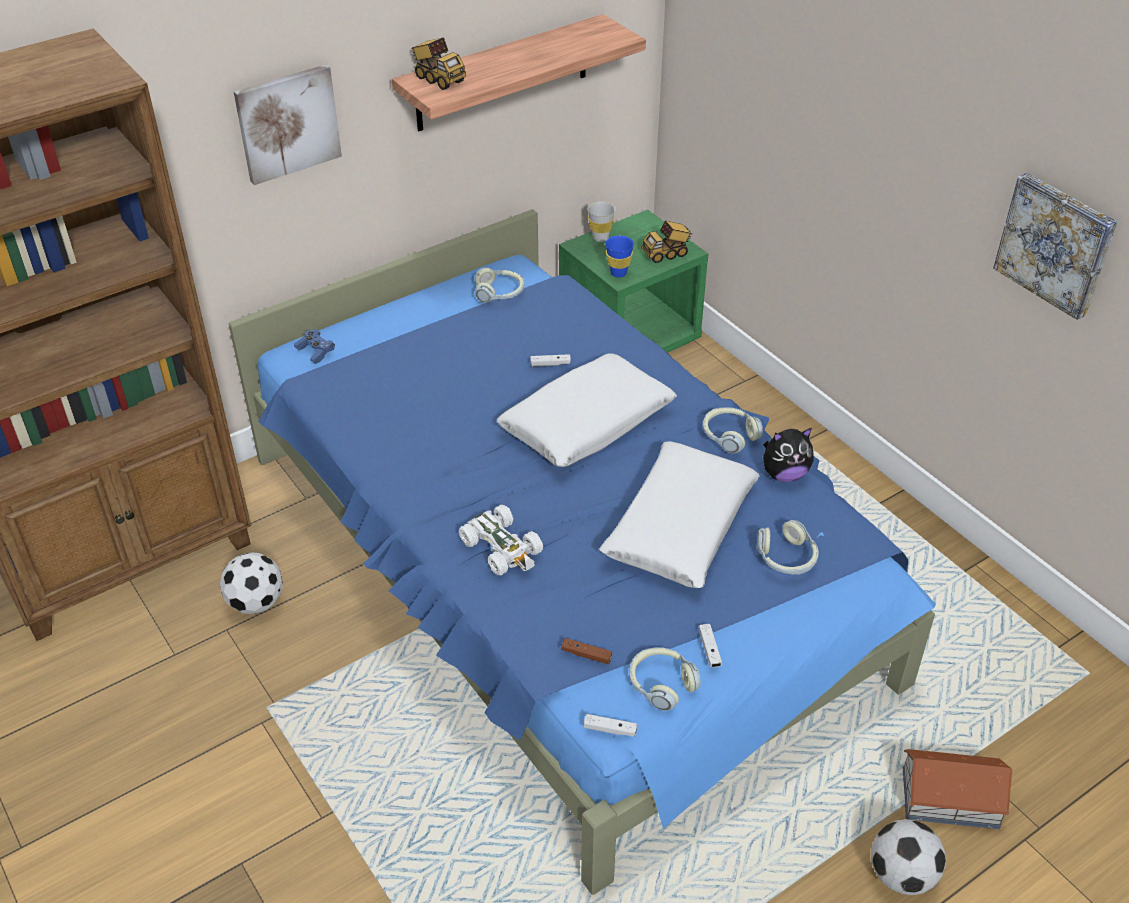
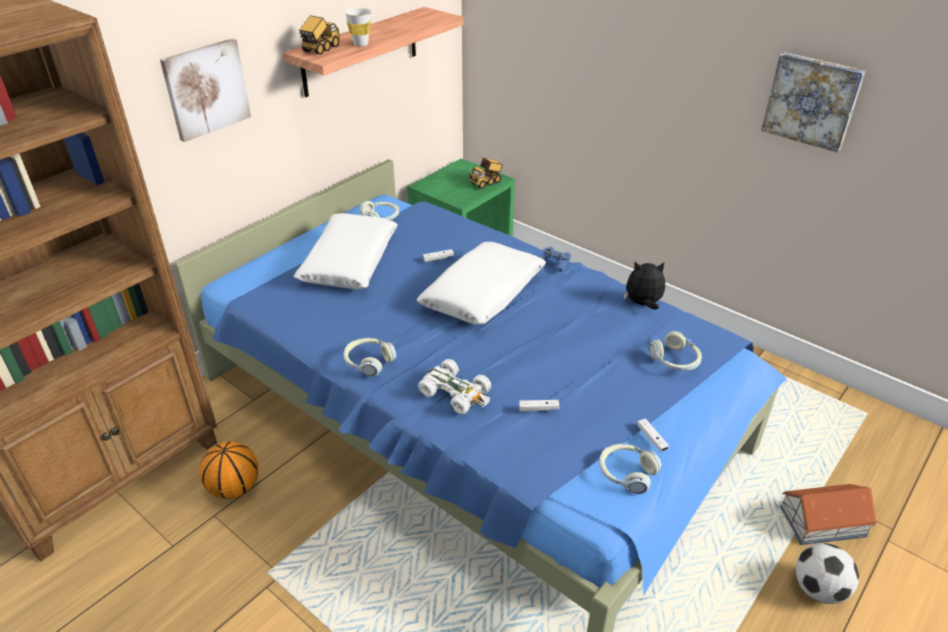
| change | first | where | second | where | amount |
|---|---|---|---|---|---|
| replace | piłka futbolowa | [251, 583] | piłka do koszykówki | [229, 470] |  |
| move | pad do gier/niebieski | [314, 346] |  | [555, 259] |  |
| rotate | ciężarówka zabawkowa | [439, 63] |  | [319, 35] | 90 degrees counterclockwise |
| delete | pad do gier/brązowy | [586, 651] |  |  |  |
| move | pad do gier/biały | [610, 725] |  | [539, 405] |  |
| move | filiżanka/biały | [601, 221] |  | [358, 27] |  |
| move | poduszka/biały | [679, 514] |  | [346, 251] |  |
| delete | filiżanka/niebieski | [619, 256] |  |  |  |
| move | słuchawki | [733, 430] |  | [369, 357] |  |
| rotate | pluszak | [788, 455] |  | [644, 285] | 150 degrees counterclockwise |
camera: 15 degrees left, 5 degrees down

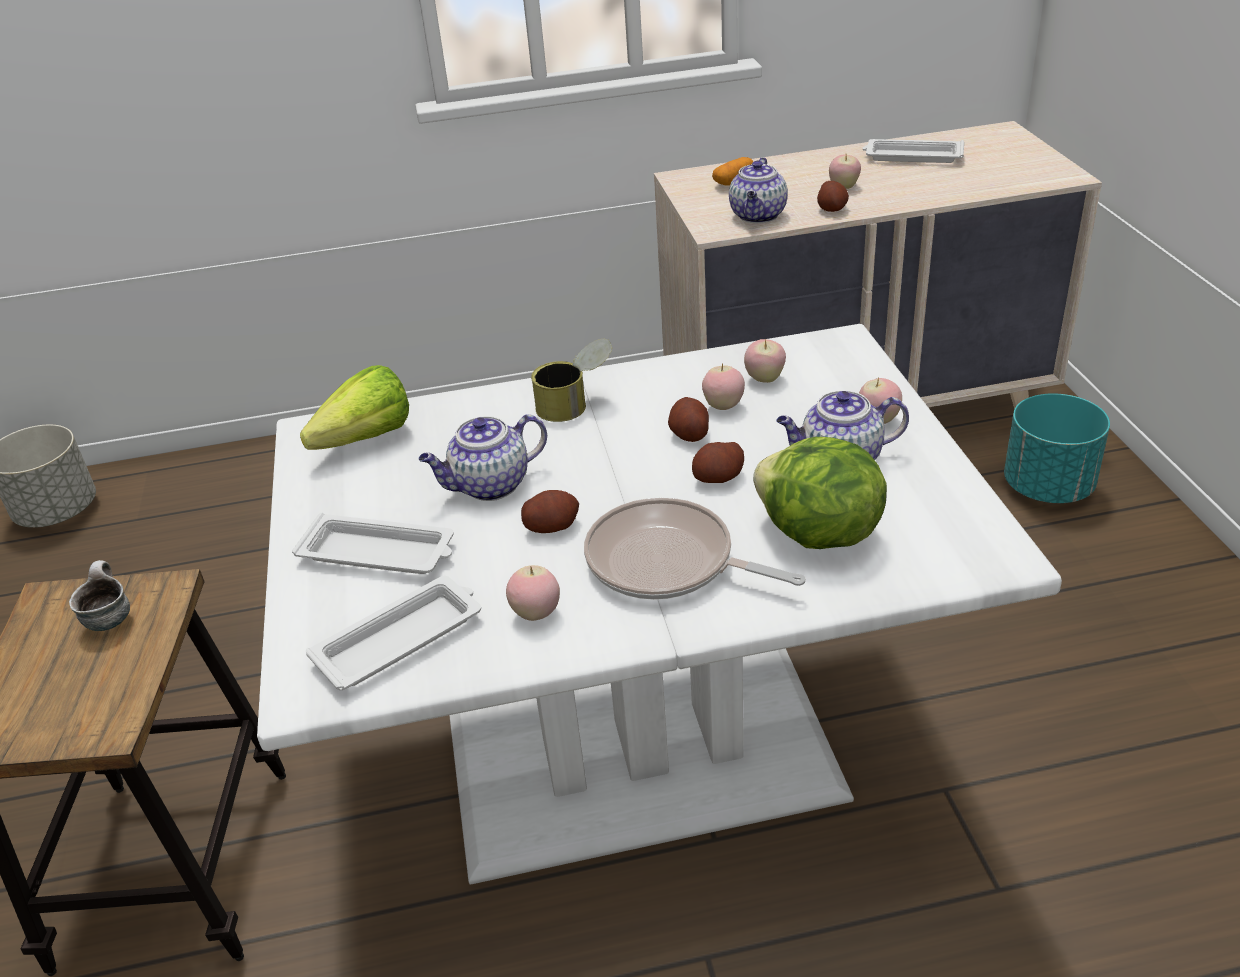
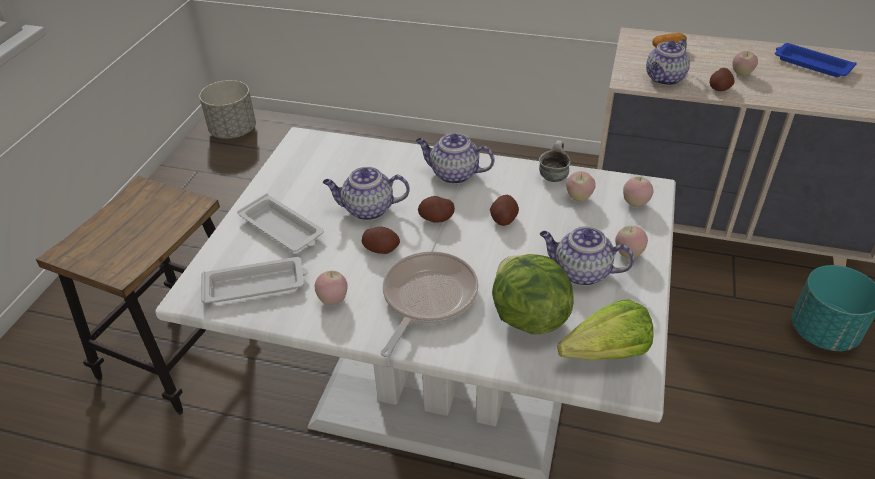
| change | first | where | second | where | amount |
|---|---|---|---|---|---|
| move | kubek | [99, 595] |  | [555, 161] |  |
| move | sałata | [354, 407] |  | [606, 329] |  |
| replace | puszka | [571, 380] | imbryk | [455, 158] |  |
| rotate | patelnia | [695, 548] |  | [429, 304] | 60 degrees clockwise |
| move | ziemniak | [718, 462] |  | [436, 209] |  |
| move | jabłko | [723, 386] |  | [638, 192] |  |
| recolor | taca/biały | [913, 151] | taca/niebieski | [816, 60] |  |
camera: 25 degrees right, 5 degrees up

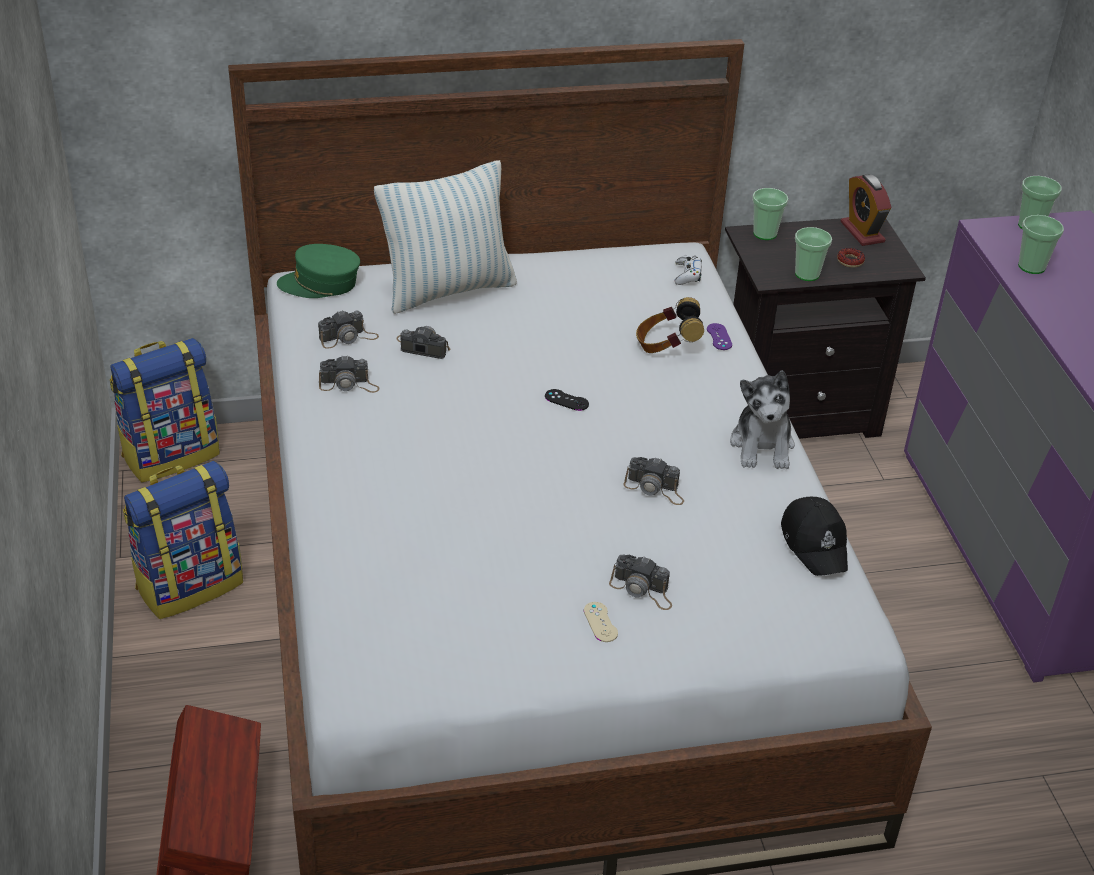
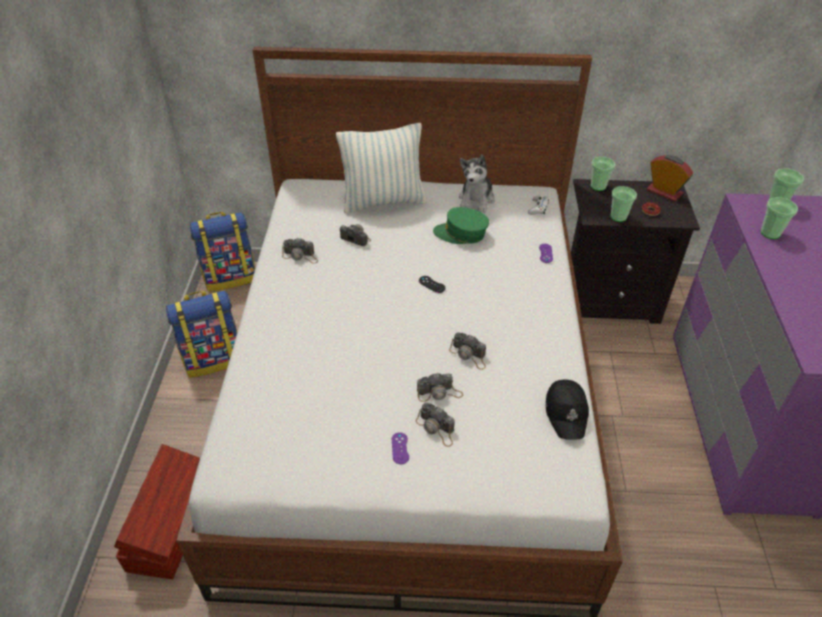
| change | first | where | second | where | amount |
|---|---|---|---|---|---|
| move | czapka z daszkiem/zielony | [318, 271] |  | [461, 225] |  |
| move | aparat fotograficzny | [348, 329] |  | [440, 387] |  |
| recolor | pad do gier/beżowy | [601, 622] | pad do gier/fioletowy | [400, 448] |  |
| delete | słuchawki | [670, 325] |  |  |  |
| move | pluszak | [762, 419] |  | [477, 184] |  |
| rotate | budzik | [865, 210] |  | [670, 178] | 135 degrees clockwise |
camera: 15 degrees right, 5 degrees up

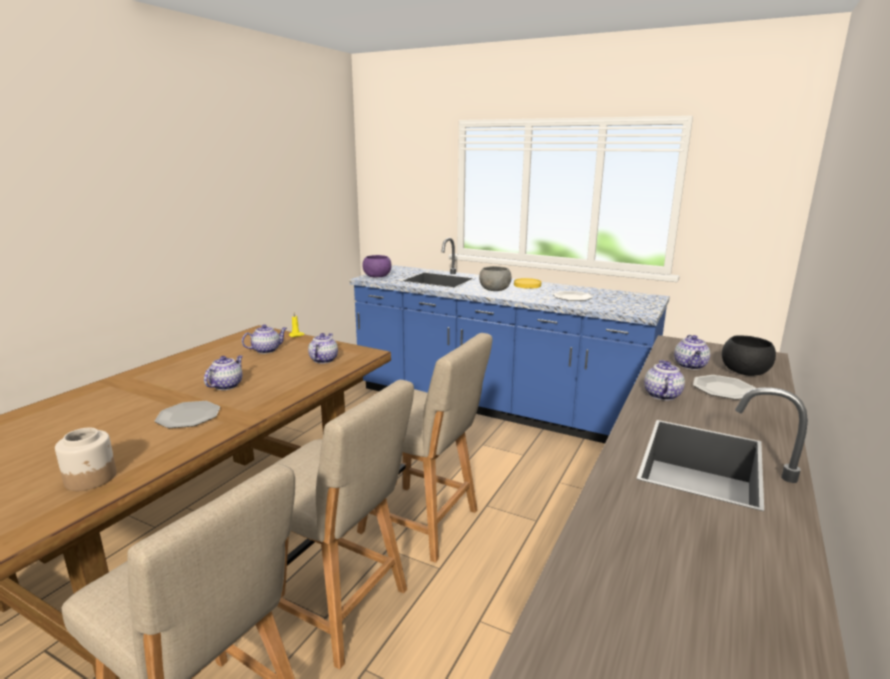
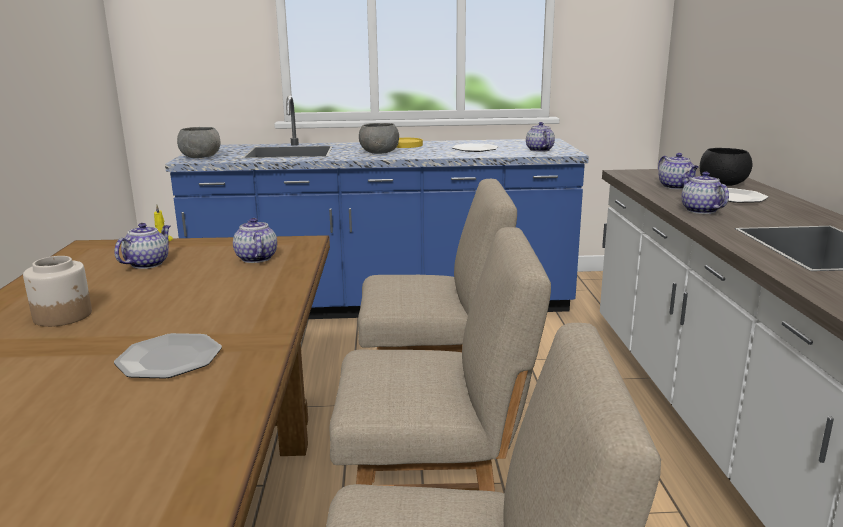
| change | first | where | second | where | amount |
|---|---|---|---|---|---|
| move | słoik | [86, 459] |  | [57, 291] |  |
| move | imbryk | [223, 372] |  | [540, 137] |  |
| recolor | miska/fioletowy | [376, 266] | miska/szary | [199, 142] |  |
camera: 30 degrees left, 0 degrees up

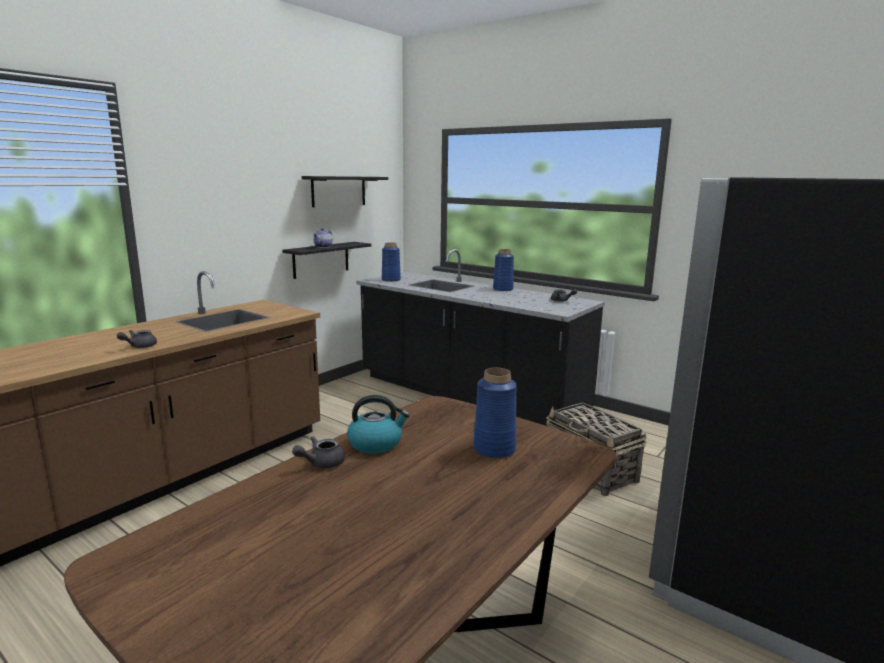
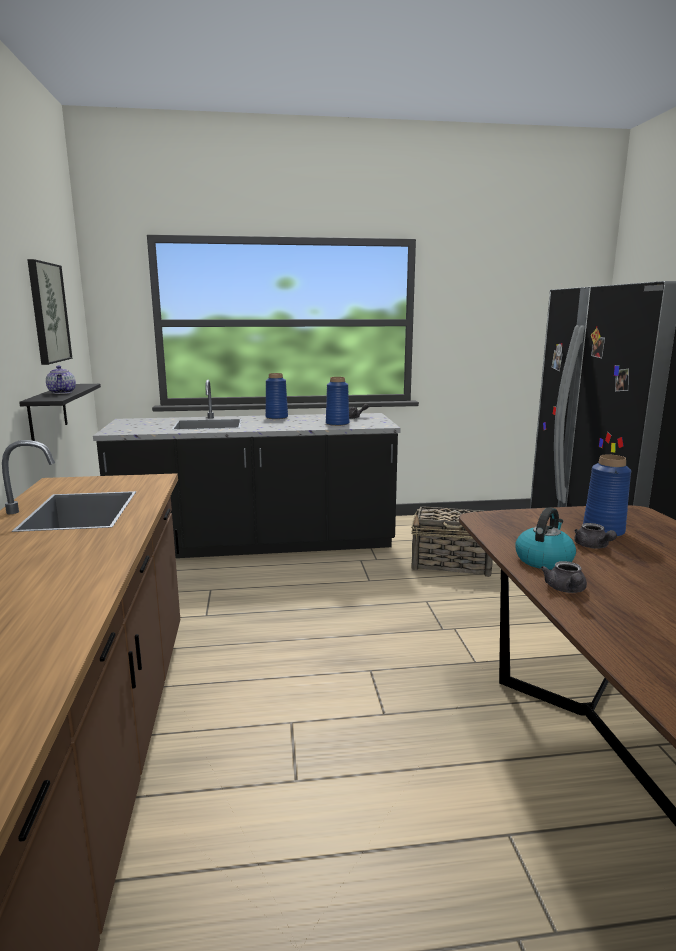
| change | first | where | second | where | amount |
|---|---|---|---|---|---|
| move | imbryk/szary | [137, 339] |  | [595, 536] |  |
| replace | półka/czarny | [345, 191] | obraz | [49, 312] |  |
| move | wazon/niebieski | [391, 262] |  | [337, 401] |  |
camera: 45 degrees left, 0 degrees up

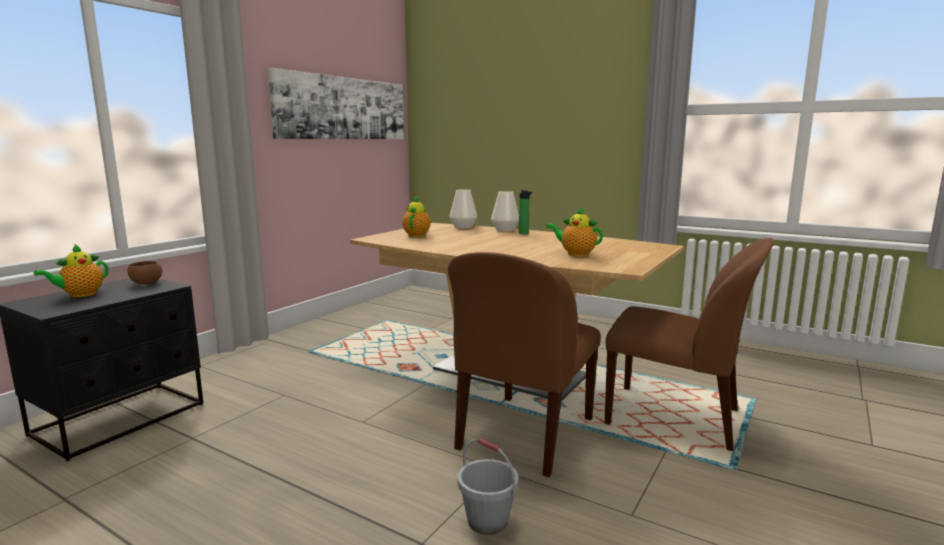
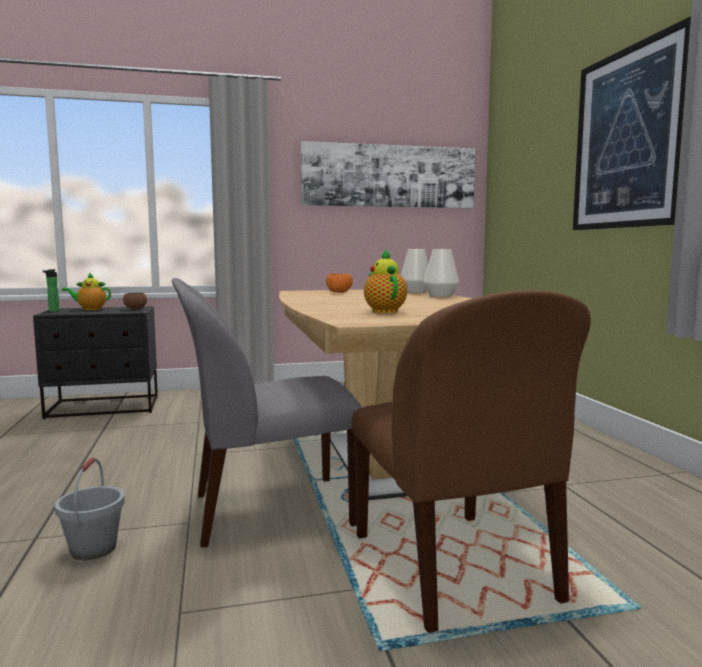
| change | first | where | second | where | amount |
|---|---|---|---|---|---|
| replace | imbryk | [416, 216] | miska/pomarańczowy | [339, 283] |  |
| recolor | krzesło/brązowy | [524, 364] | krzesło/szary | [267, 412] |  |
| move | butelka | [525, 212] |  | [51, 290] |  |
| insert |  |  | obraz | [632, 123] |  |
camera: 45 degrees right, 5 degrees down

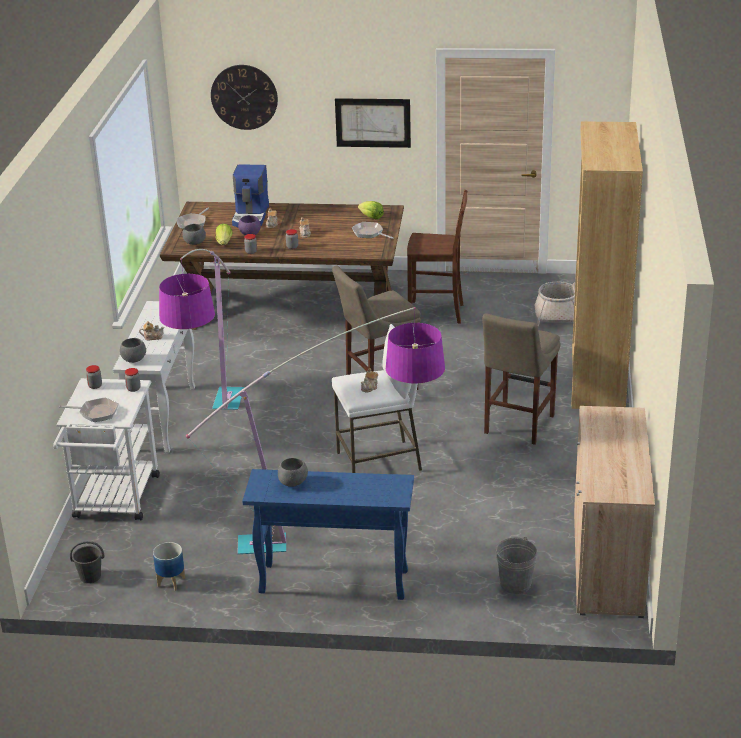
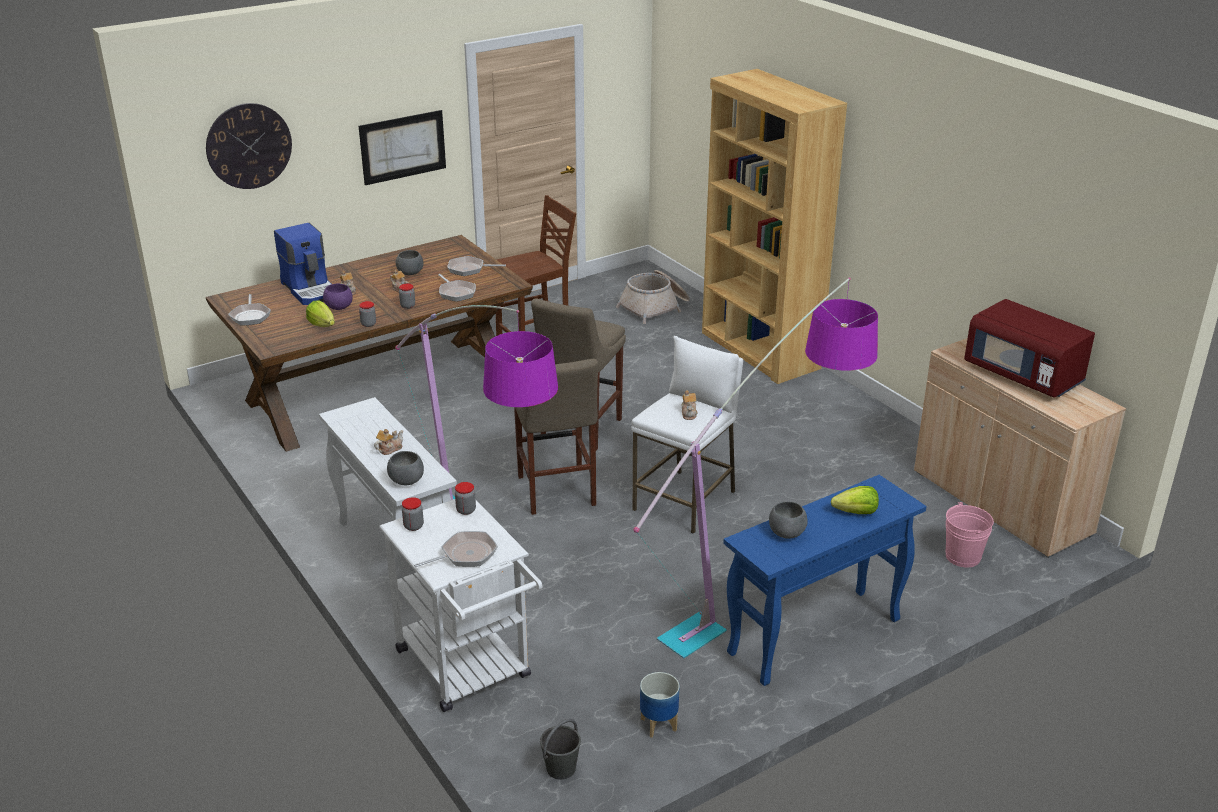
| change | first | where | second | where | amount |
|---|---|---|---|---|---|
| move | miska/szary | [194, 234] |  | [409, 262] |  |
| move | sałata | [371, 210] |  | [855, 500] |  |
| move | stołek/beżowy | [521, 379] |  | [556, 437] |  |
| recolor | wiadro/szary | [516, 565] | wiadro/różowy | [969, 535] |  |
| insert |  |  | patelnia | [457, 288] |  |
| insert |  |  | mikrofalówka/czerwony | [1029, 348] |  |
camera: 40 degrees left, 0 degrees up

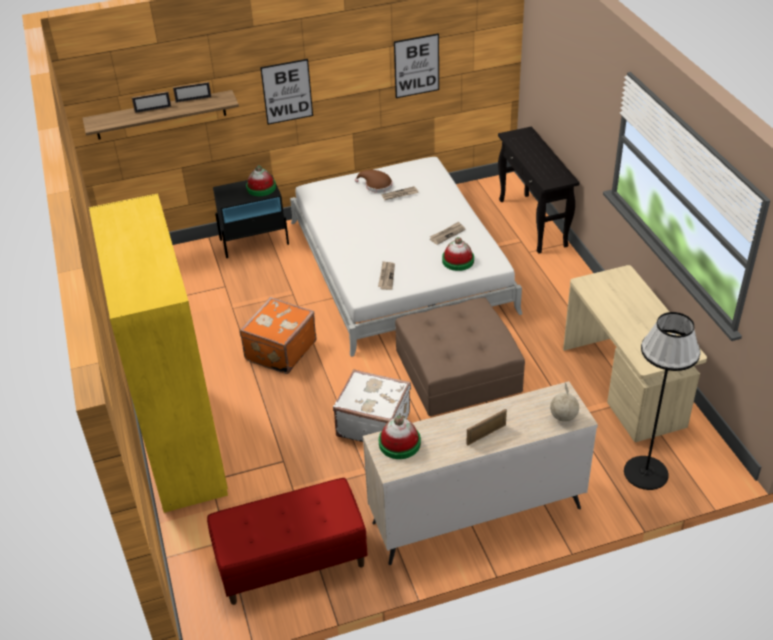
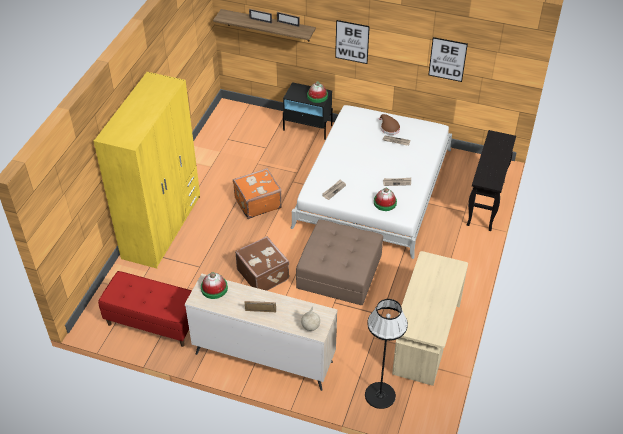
| change | first | where | second | where | amount |
|---|---|---|---|---|---|
| recolor | walizka/biały | [372, 405] | walizka/brązowy | [262, 263] |  |
camera: 35 degrees right, 5 degrees up

